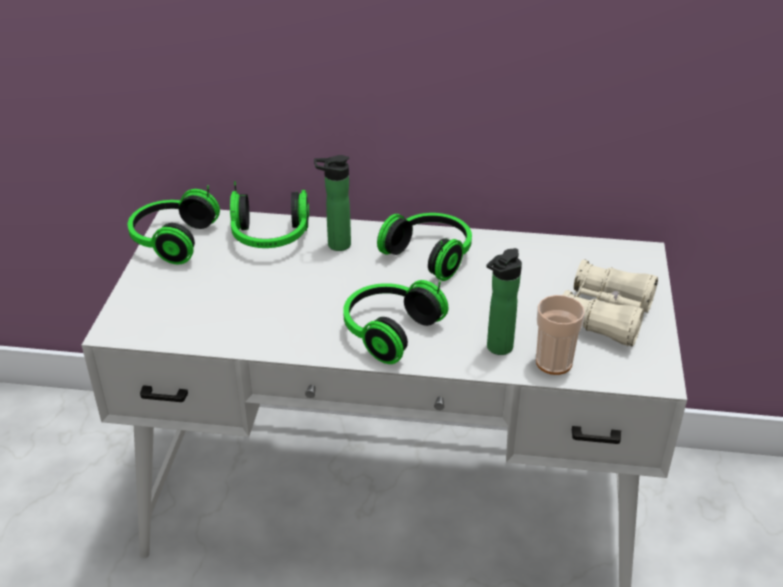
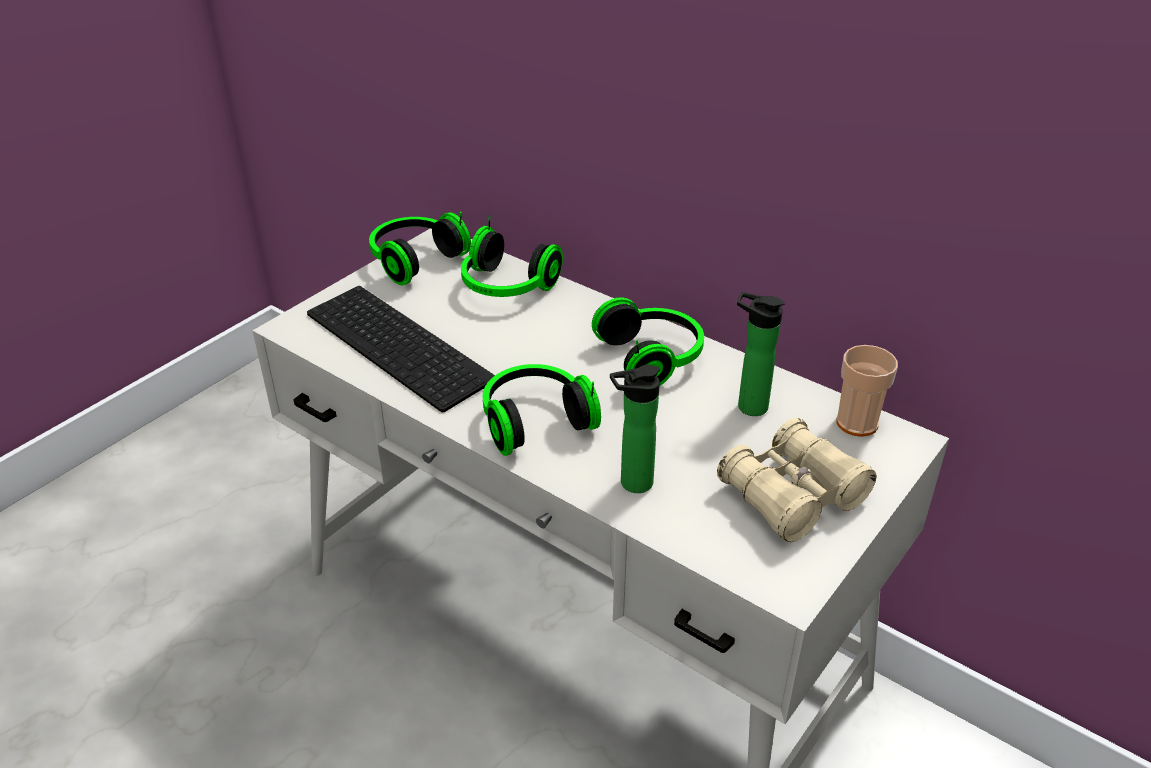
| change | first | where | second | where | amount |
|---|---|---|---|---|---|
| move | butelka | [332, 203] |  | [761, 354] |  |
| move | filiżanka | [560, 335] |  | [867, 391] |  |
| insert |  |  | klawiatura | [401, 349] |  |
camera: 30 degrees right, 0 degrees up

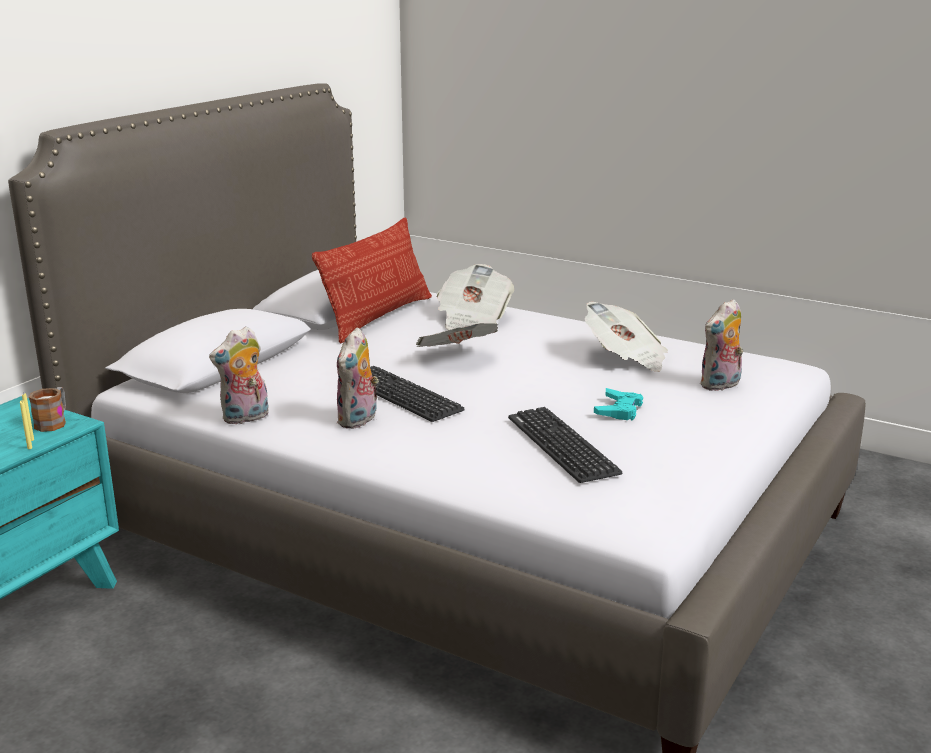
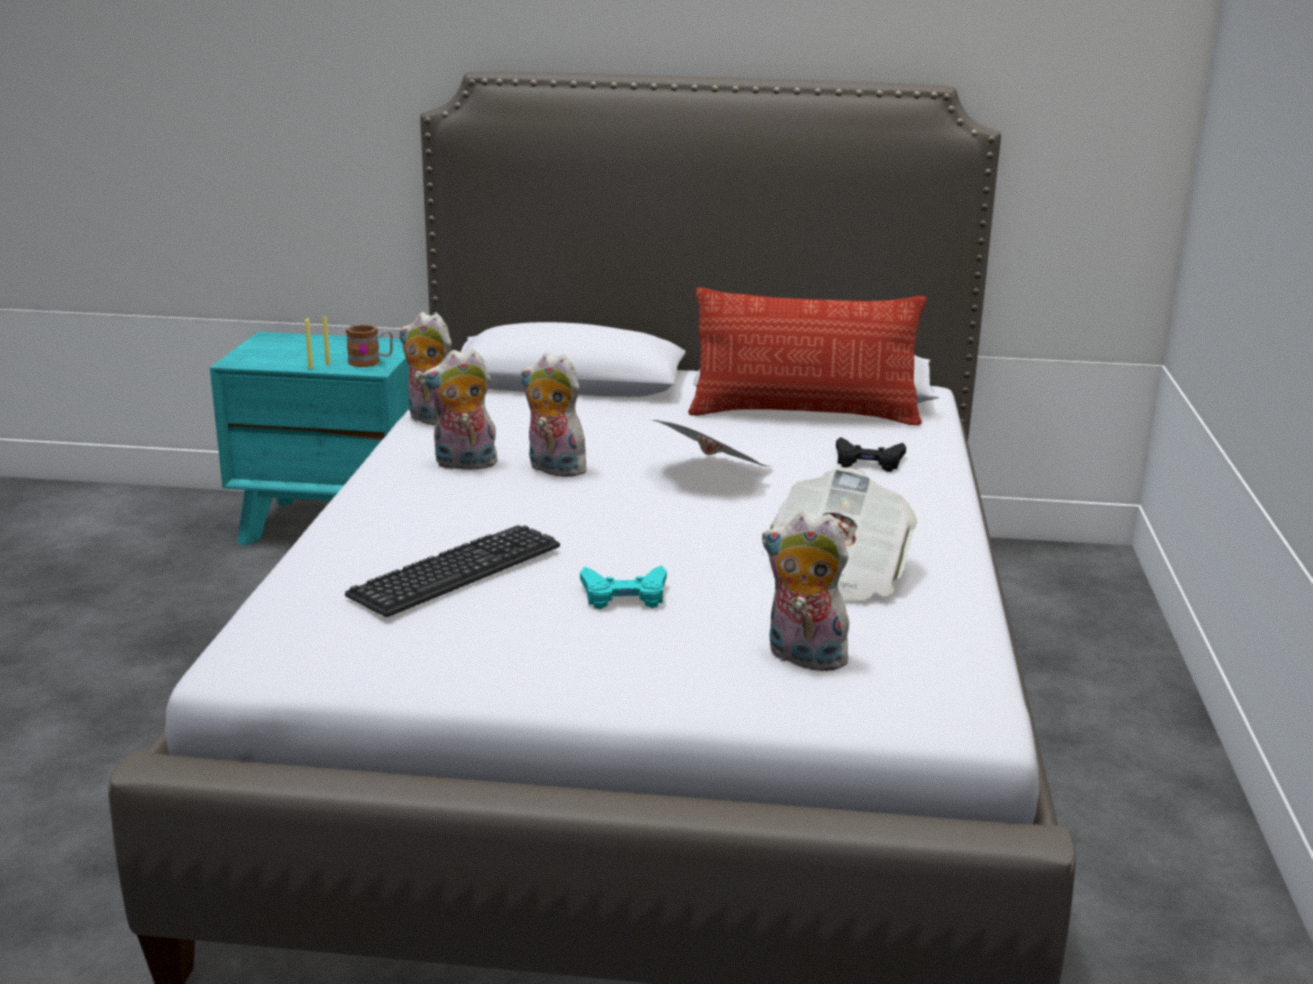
| change | first | where | second | where | amount |
|---|---|---|---|---|---|
| replace | klawiatura | [417, 394] | pluszak | [557, 414] |  |
| replace | gazeta | [475, 297] | pad do gier/czarny | [871, 454] |  |
camera: 65 degrees right, 0 degrees up

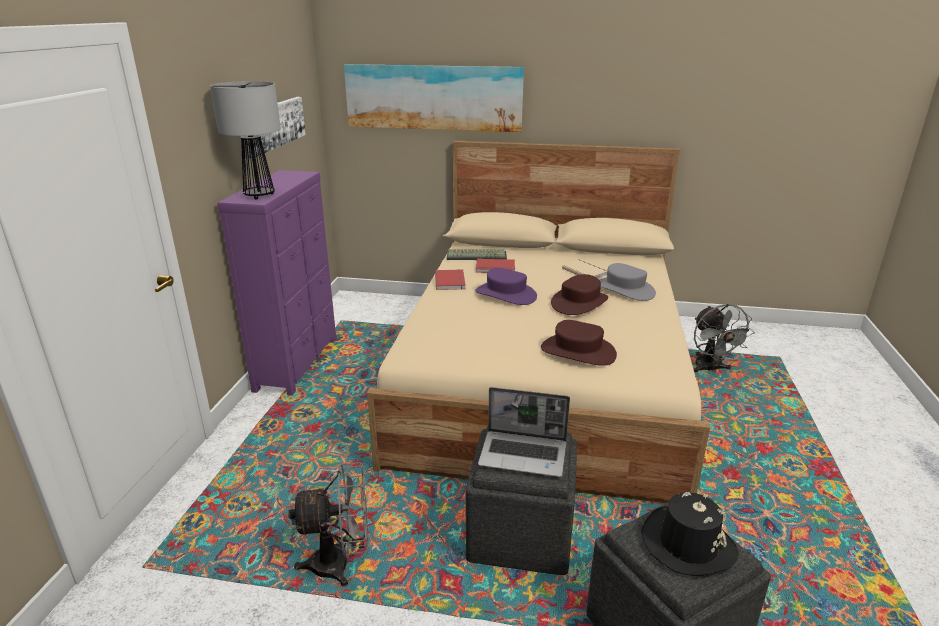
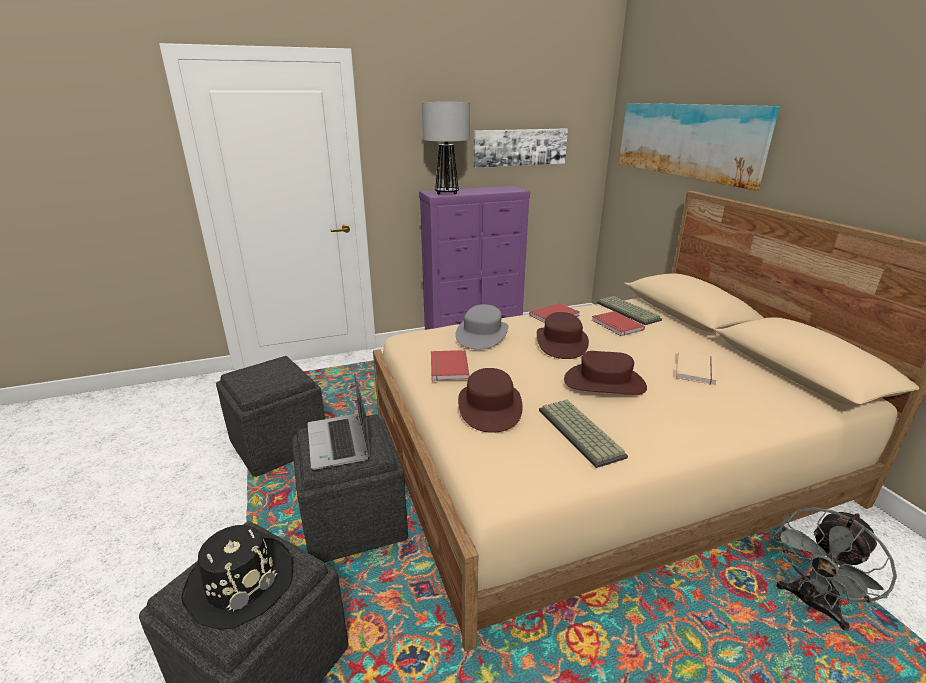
| change | first | where | second | where | amount |
|---|---|---|---|---|---|
| replace | wentylator/szary | [328, 524] | pufa/szary | [270, 416] |  |
| recolor | kapelusz/fioletowy | [506, 286] | kapelusz/brązowy | [563, 335] |  |
| move | kapelusz/szary | [628, 282] |  | [481, 327] |  |
| insert |  |  | książka/czerwony | [450, 365] |  |
| insert |  |  | klawiatura | [583, 434] |  |
camera: 60 degrees right, 0 degrees up

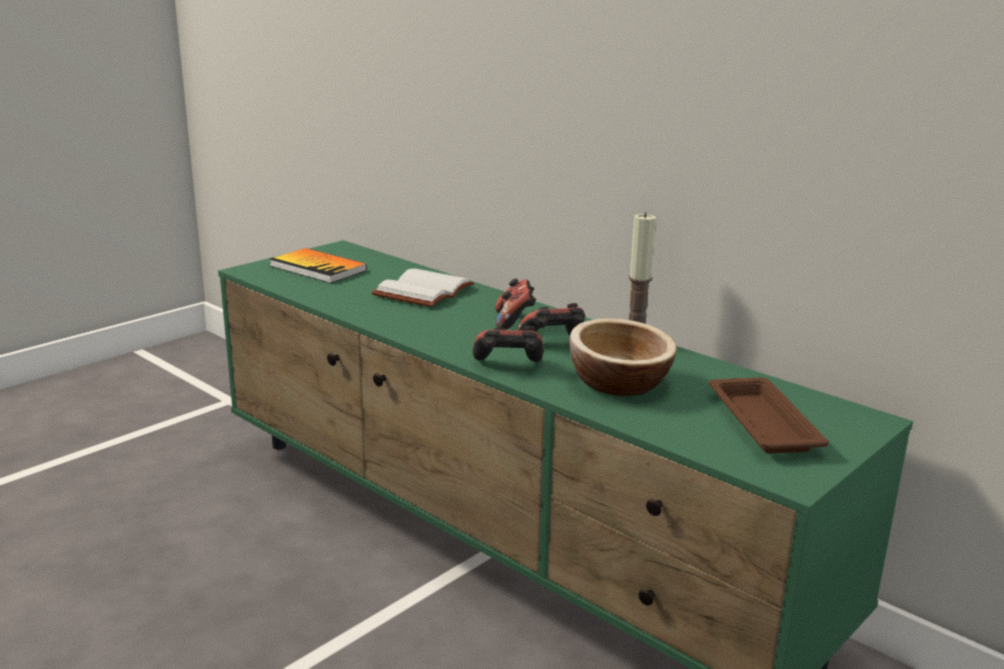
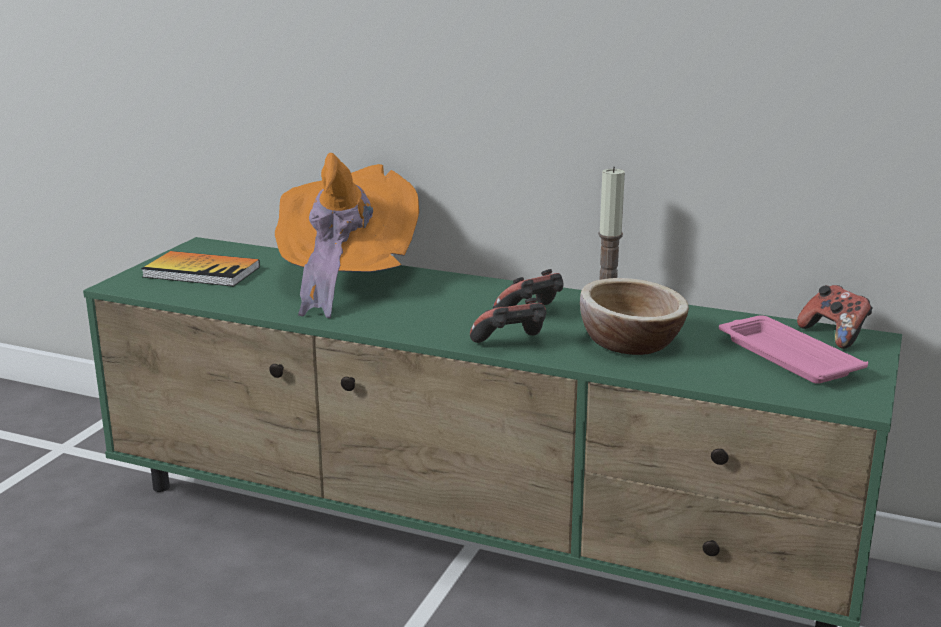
| change | first | where | second | where | amount |
|---|---|---|---|---|---|
| replace | książka/biały | [423, 287] | kapelusz/pomarańczowy | [347, 235] |  |
| move | pad do gier | [515, 304] |  | [835, 317] |  |
| recolor | taca/brązowy | [769, 415] | taca/różowy | [793, 349] |  |
camera: 20 degrees left, 0 degrees up

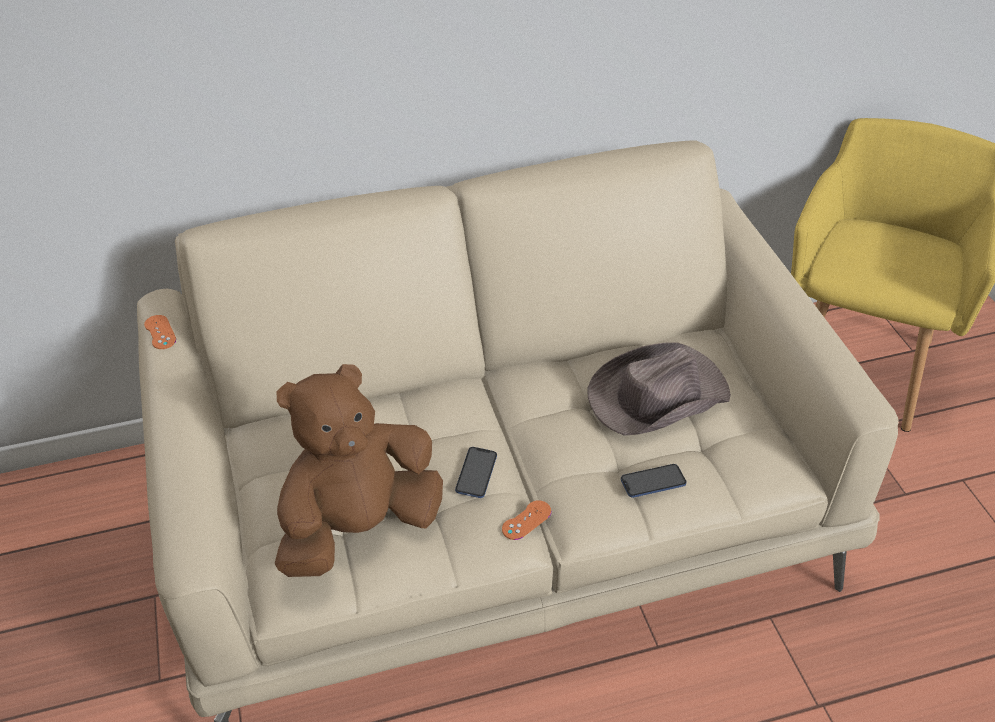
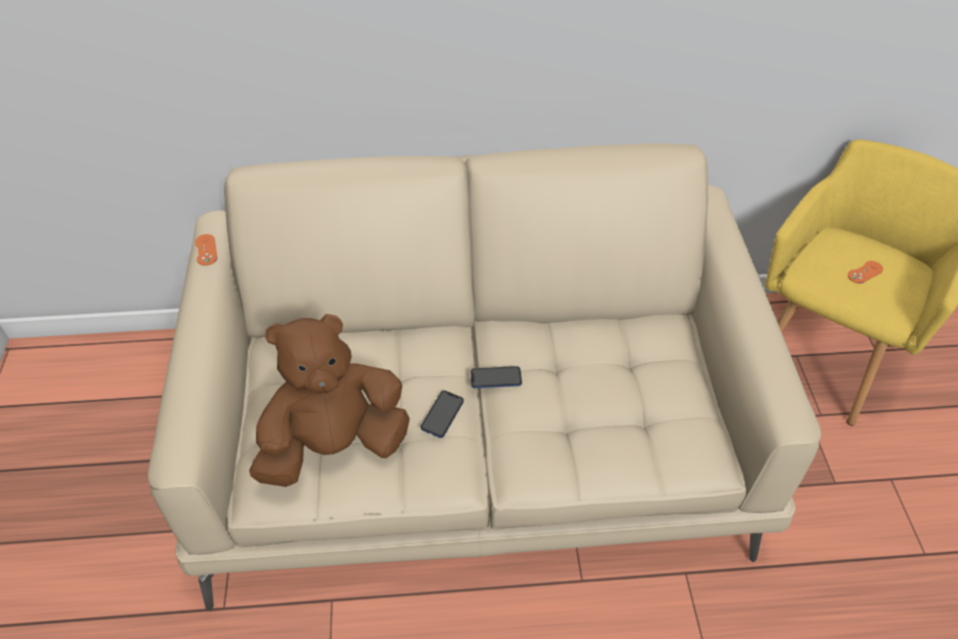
| change | first | where | second | where | amount |
|---|---|---|---|---|---|
| move | pad do gier/pomarańczowy | [526, 520] |  | [865, 272] |  |
| delete | kapelusz/brązowy | [659, 389] |  |  |  |
| move | telefon | [653, 481] |  | [496, 377] |  |
camera: 10 degrees right, 5 degrees up

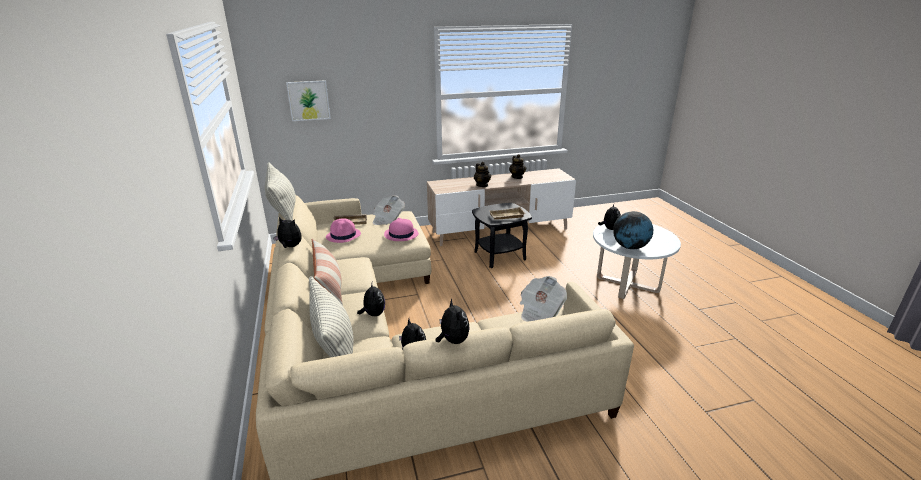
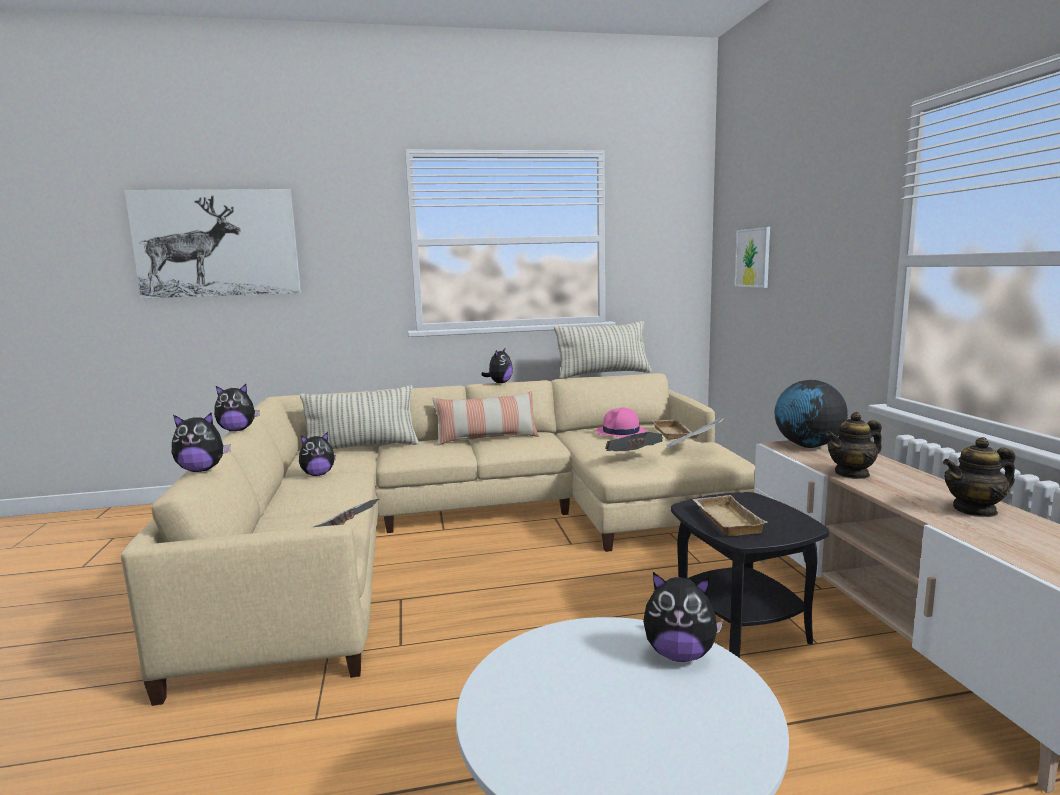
| change | first | where | second | where | amount |
|---|---|---|---|---|---|
| move | pluszak | [371, 300] |  | [201, 442] |  |
| replace | kapelusz/różowy | [401, 229] | gazeta | [634, 441] |  |
| move | globus | [633, 230] |  | [811, 414] |  |
| insert |  |  | obraz | [212, 244] |  |
camera: 95 degrees right, 15 degrees down

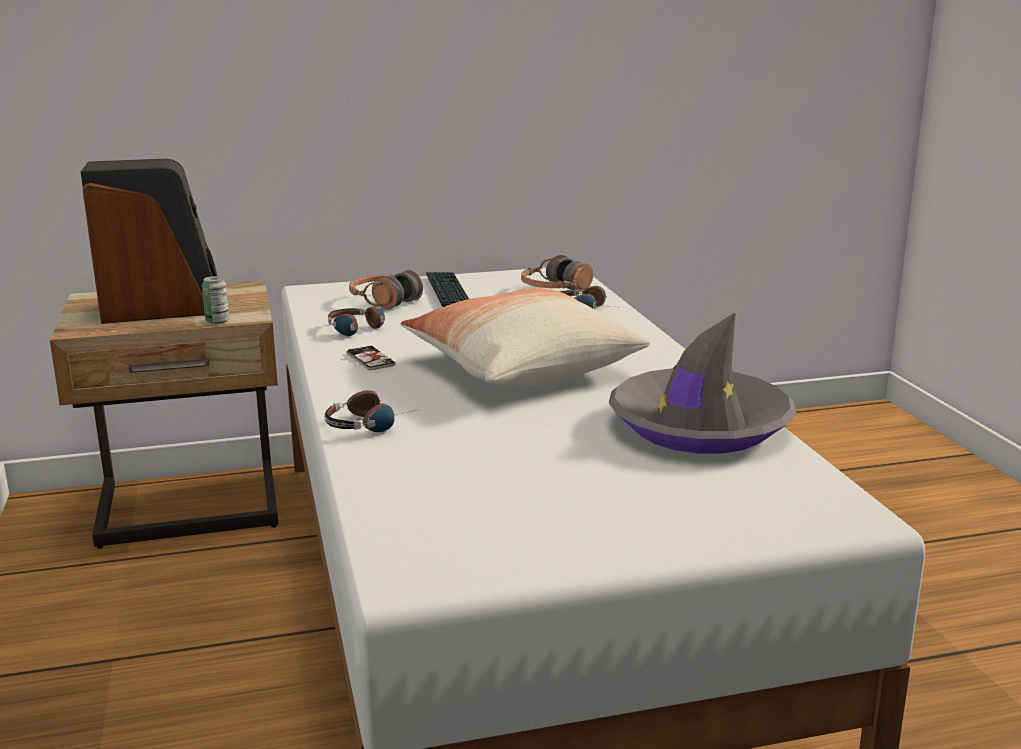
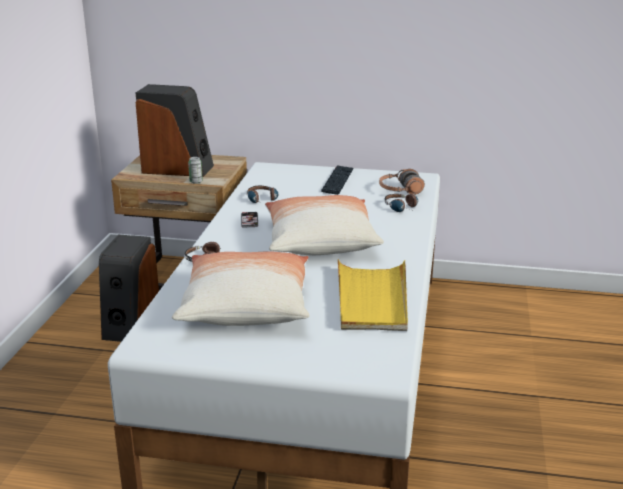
| change | first | where | second | where | amount |
|---|---|---|---|---|---|
| delete | słuchawki | [386, 289] |  |  |  |
| replace | kapelusz/szary | [702, 383] | taca/żółty | [373, 295] |  |
| insert |  |  | głośnik | [129, 288] |  |
| insert |  |  | poduszka | [240, 289] |  |
camera: 25 degrees right, 5 degrees up

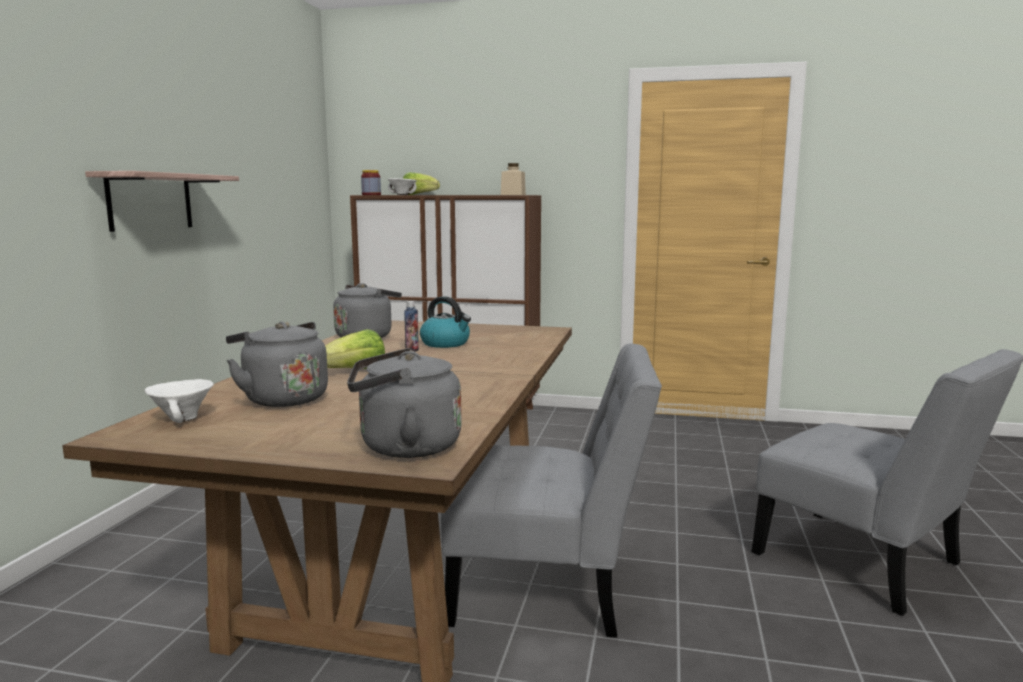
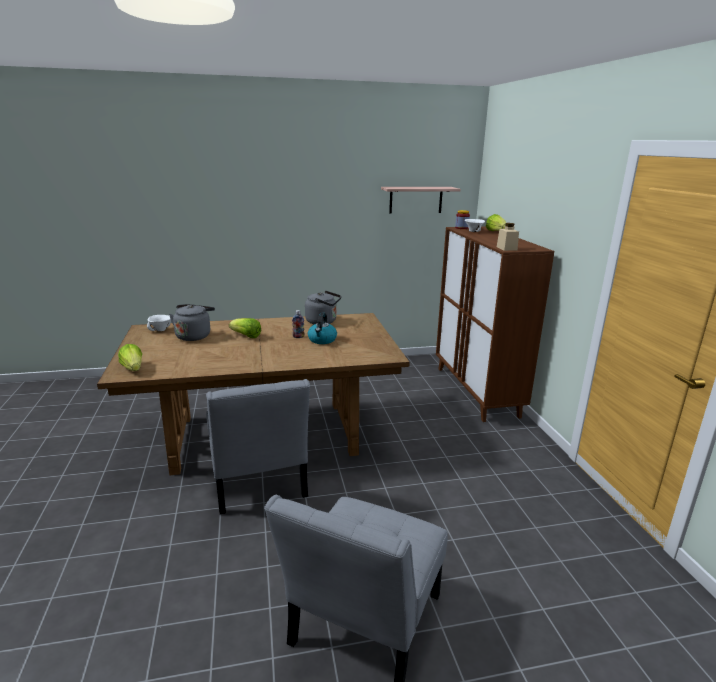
| change | first | where | second | where | amount |
|---|---|---|---|---|---|
| move | półka | [162, 201] |  | [421, 200] |  |
| replace | czajnik/szary | [404, 403] | sałata | [130, 357] |  |
camera: 65 degrees right, 10 degrees up

